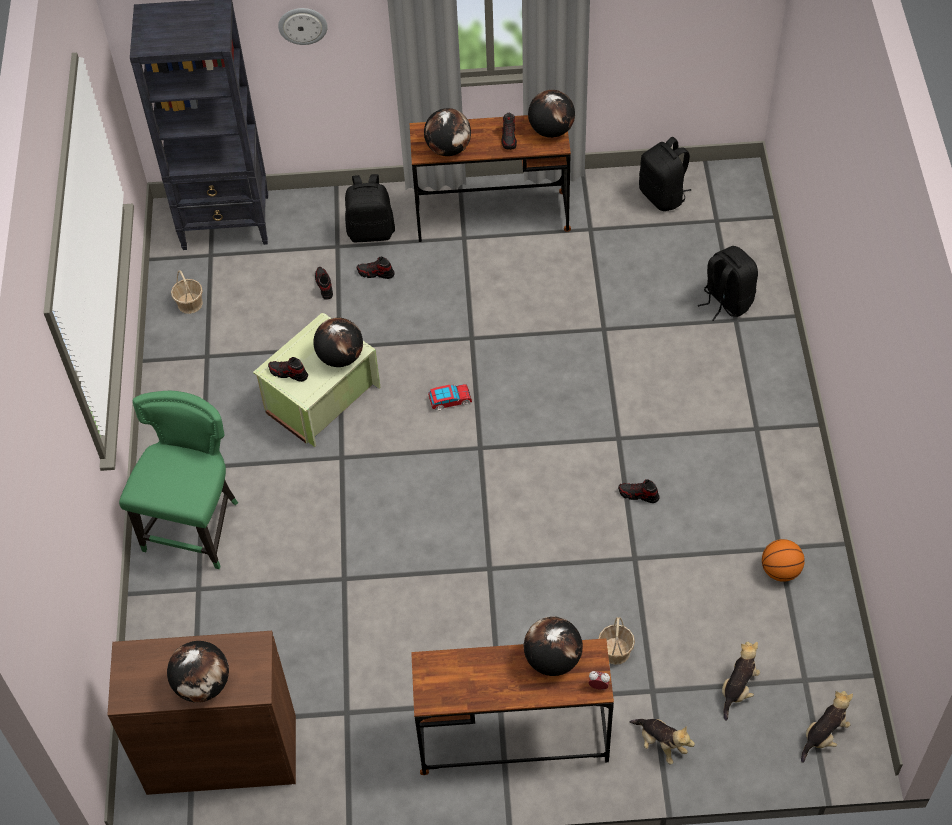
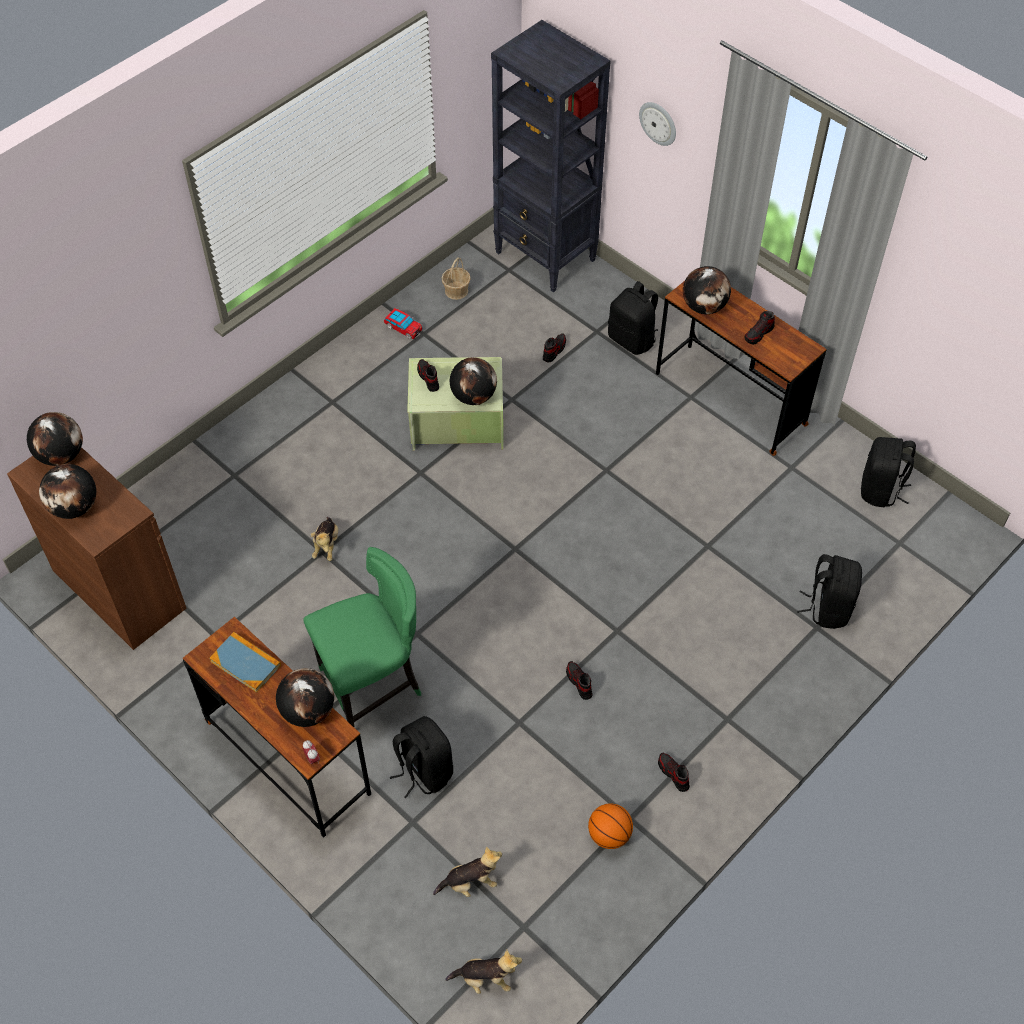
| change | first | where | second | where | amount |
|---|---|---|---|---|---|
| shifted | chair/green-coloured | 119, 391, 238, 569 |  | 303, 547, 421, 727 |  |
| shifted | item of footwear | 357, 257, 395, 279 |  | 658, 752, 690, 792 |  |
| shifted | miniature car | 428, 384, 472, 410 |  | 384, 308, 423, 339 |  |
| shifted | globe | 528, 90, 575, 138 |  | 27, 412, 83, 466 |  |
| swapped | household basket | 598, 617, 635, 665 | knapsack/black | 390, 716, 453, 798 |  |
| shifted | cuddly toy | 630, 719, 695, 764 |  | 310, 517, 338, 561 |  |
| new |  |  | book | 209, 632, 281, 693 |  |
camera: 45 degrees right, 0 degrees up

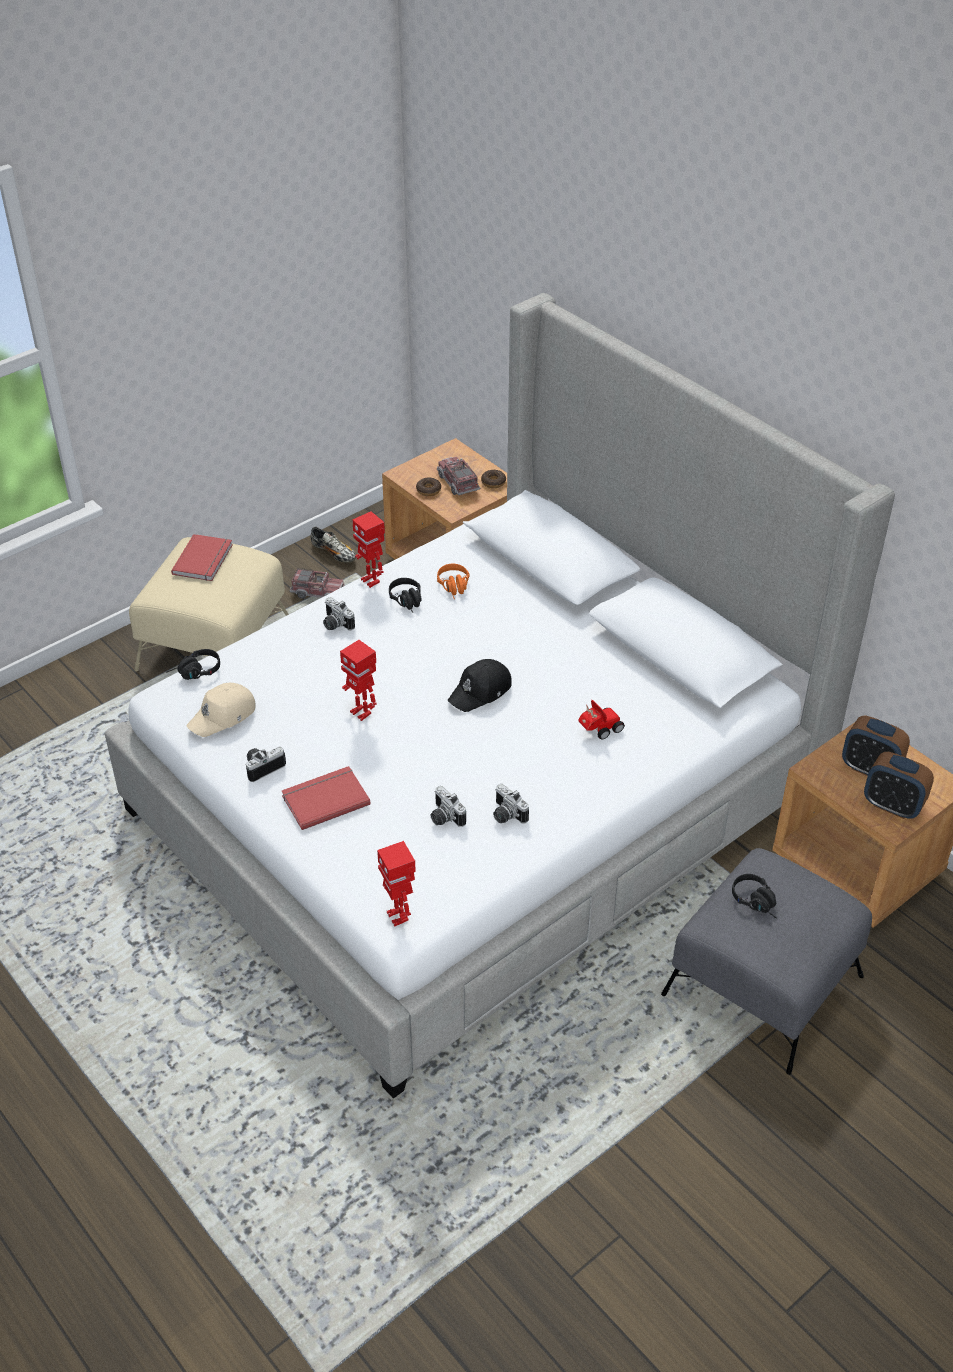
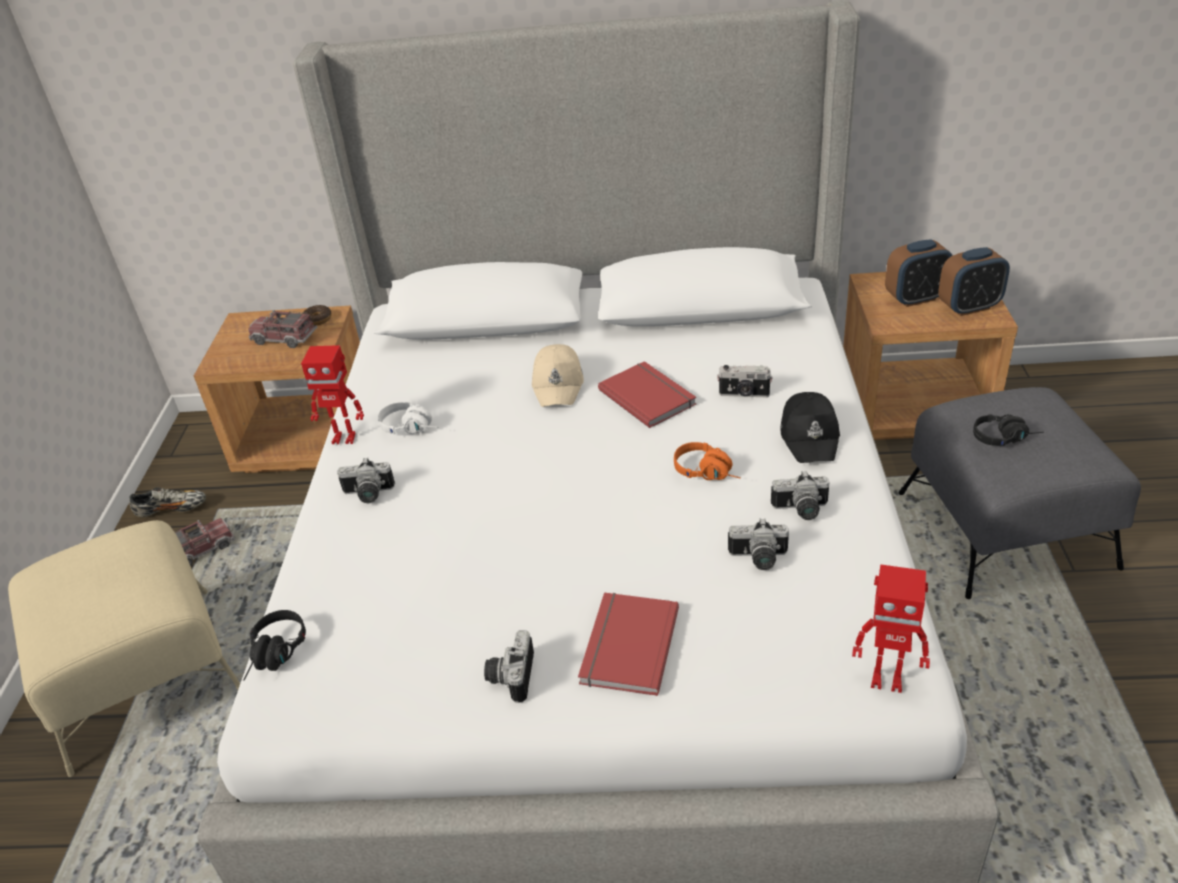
| change | first | where | second | where | amount |
|---|---|---|---|---|---|
| shifted | book/reddish | 171, 534, 233, 581 |  | 598, 361, 696, 428 |  |
| shifted | cap/beige-coloured | 187, 683, 256, 737 |  | 532, 344, 584, 407 |  |
| gone | toy robot | 340, 640, 377, 721 |  |  |  |
| repainted | headphones/black | 389, 578, 422, 613 | headphones/whitish | 378, 402, 439, 434 |  |
| gone | ring doughnut | 416, 477, 441, 496 |  |  |  |
| shifted | headphones/orange | 437, 564, 469, 599 |  | 674, 442, 741, 480 |  |
| shifted | cap/black | 448, 659, 512, 712 |  | 780, 392, 840, 463 |  |
| swapped | miniature car | 578, 700, 625, 740 | photo camera | 717, 365, 773, 397 |  |
camera: 45 degrees left, 5 degrees down

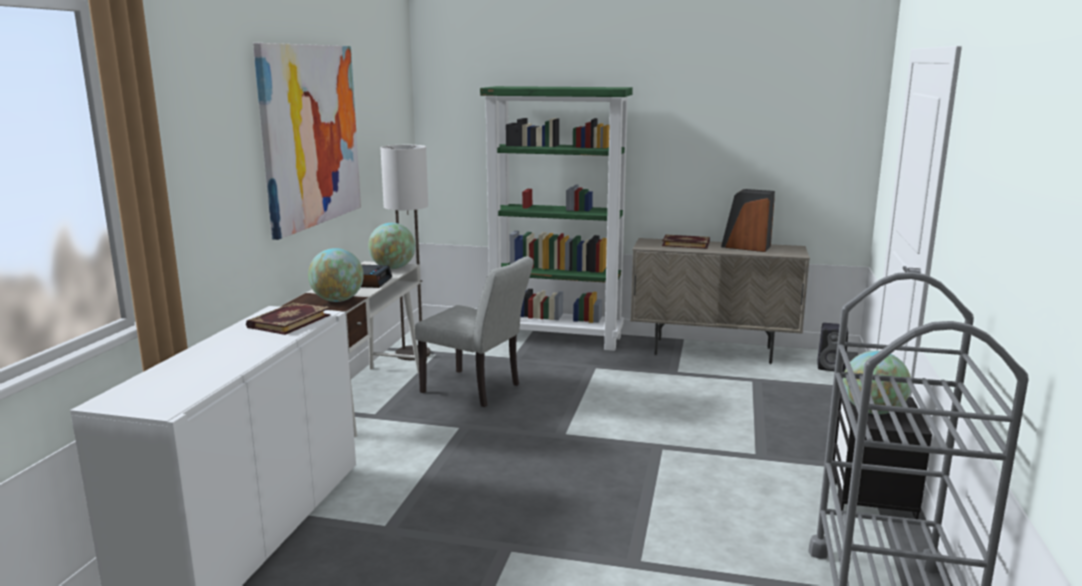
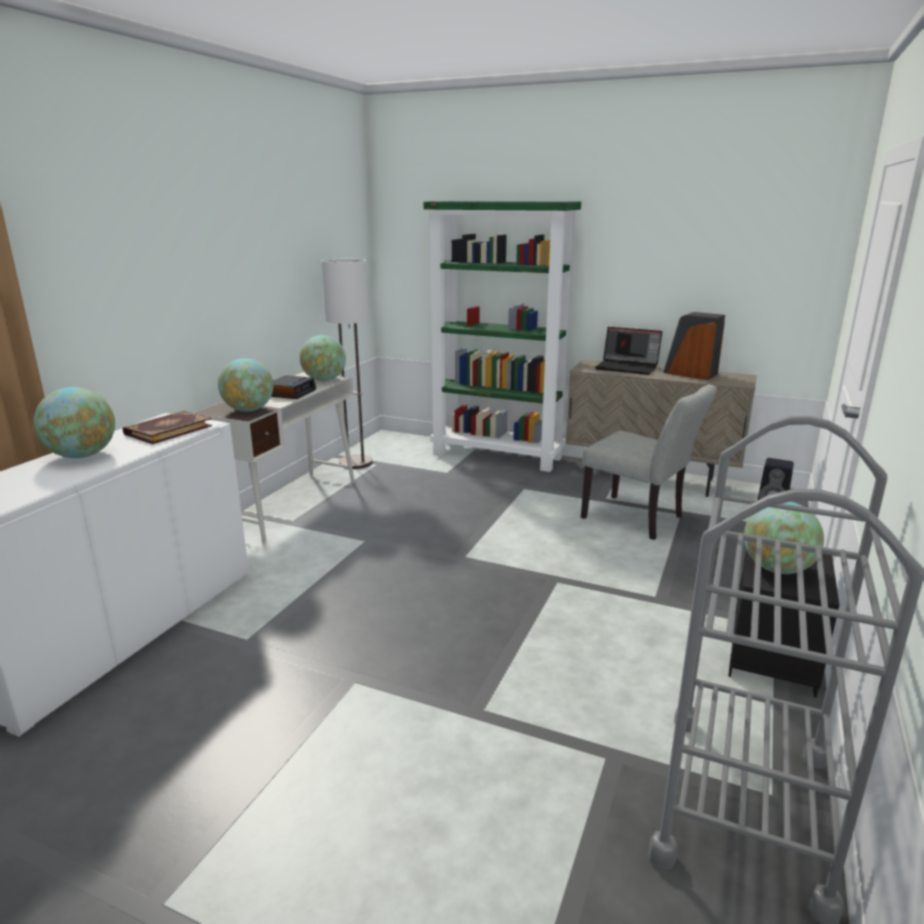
| change | first | where | second | where | amount |
|---|---|---|---|---|---|
| gone | wall art | 253, 43, 361, 240 |  |  |  |
| shifted | chair/greyish | 415, 256, 534, 407 |  | 581, 384, 717, 540 |  |
| swapped | book | 662, 235, 710, 249 | notebook computer | 595, 327, 662, 375 |  |
| new |  |  | globe | 34, 387, 115, 458 |  |
camera: 10 degrees right, 5 degrees up

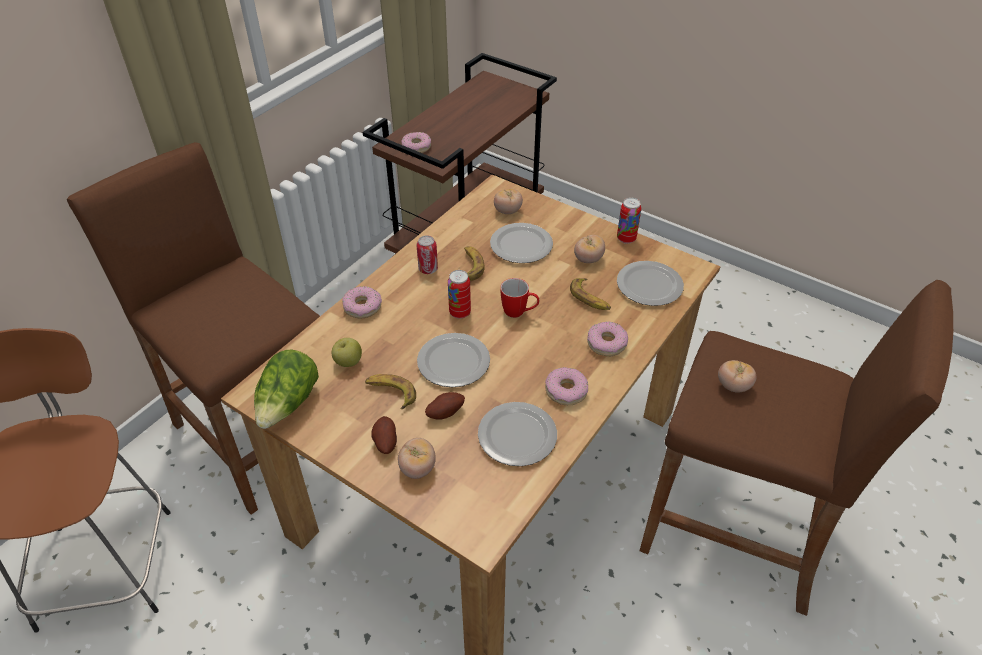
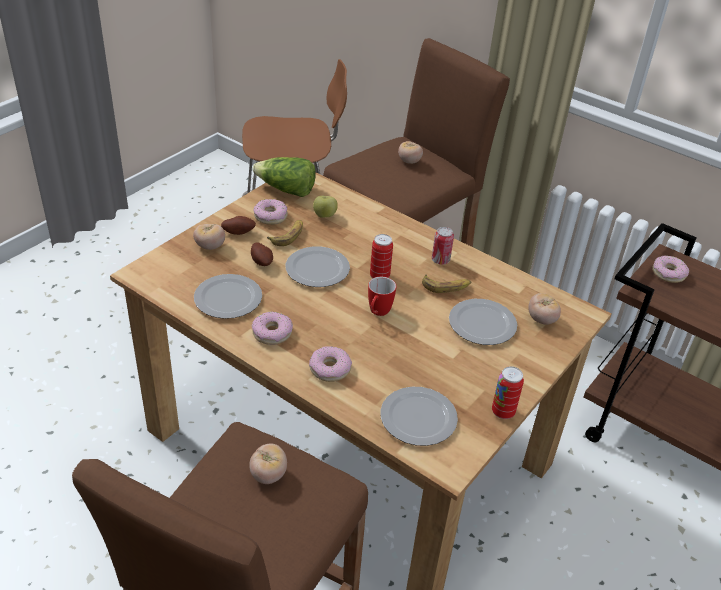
| change | first | where | second | where | amount |
|---|---|---|---|---|---|
| shifted | ring doughnut | 342, 286, 382, 318 |  | 253, 199, 288, 225 |  |
| gone | banana fruit | 570, 278, 611, 310 |  |  |  |
| shifted | whole tomato | 574, 235, 605, 263 |  | 398, 141, 423, 164 |  |
camera: 90 degrees right, 5 degrees down

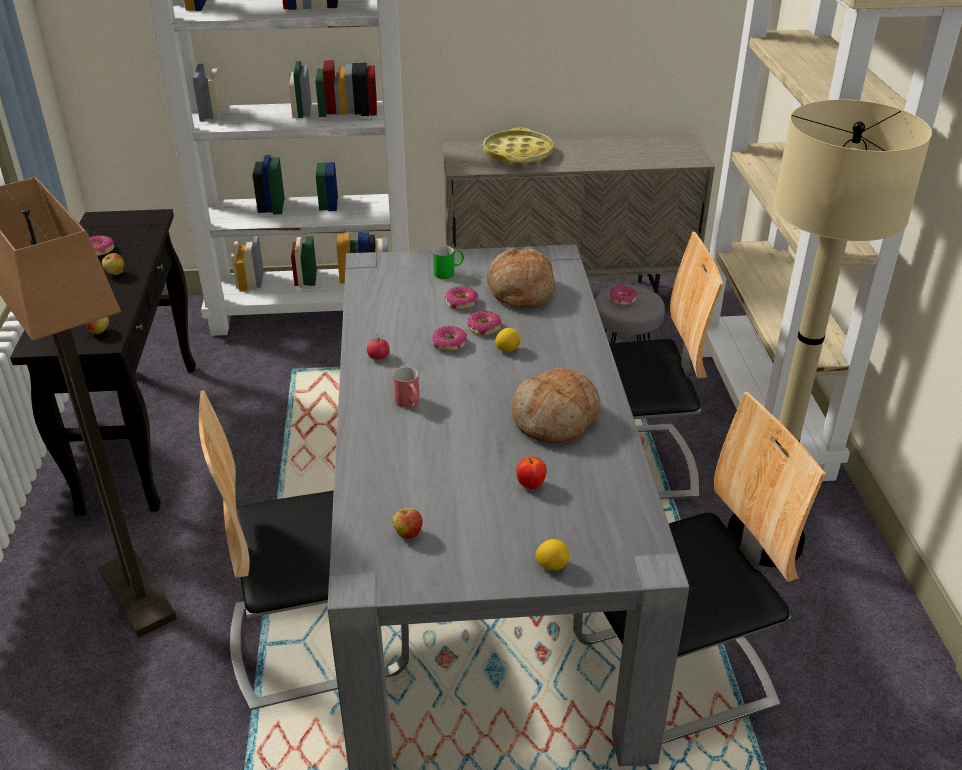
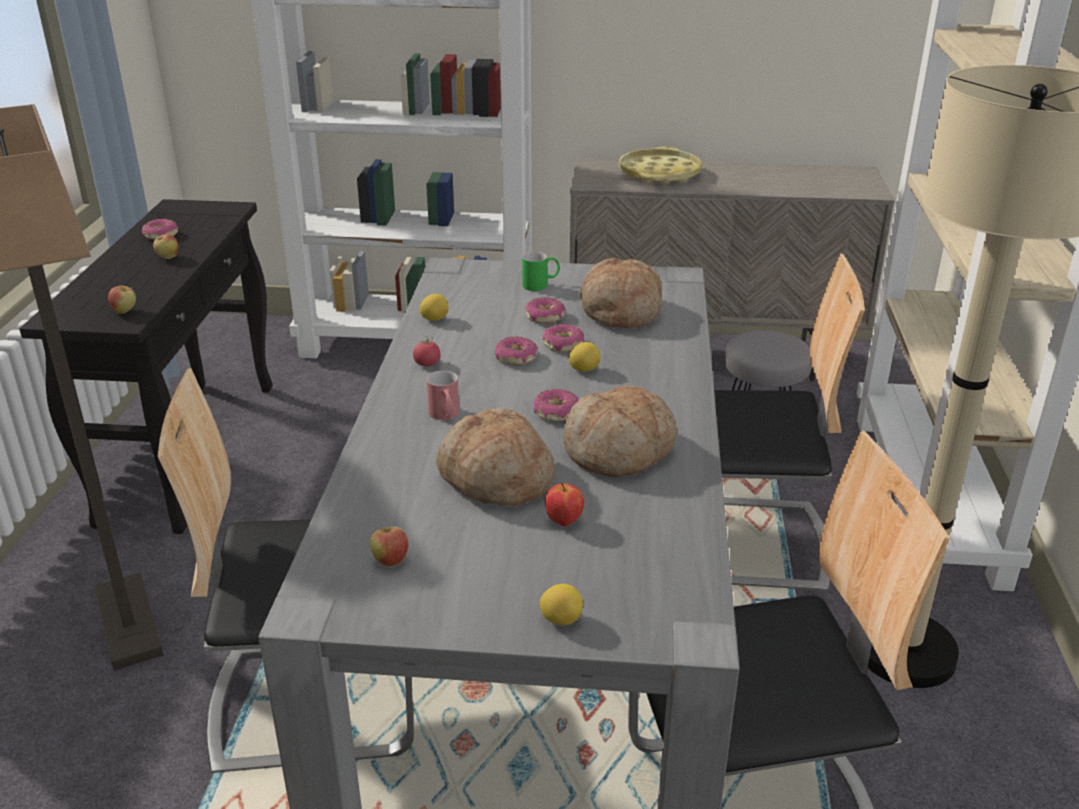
| change | first | where | second | where | amount |
|---|---|---|---|---|---|
| shifted | ring doughnut | 609, 286, 637, 305 |  | 534, 389, 578, 421 |  |
| new |  |  | citrus fruit | 419, 294, 448, 321 |  |
| new |  |  | bakery bread | 436, 408, 555, 506 |  |
camera: 10 degrees right, 5 degrees down

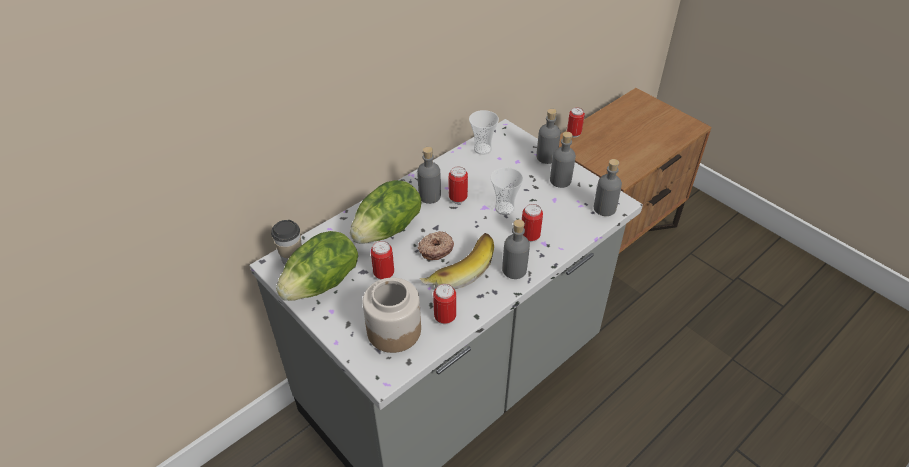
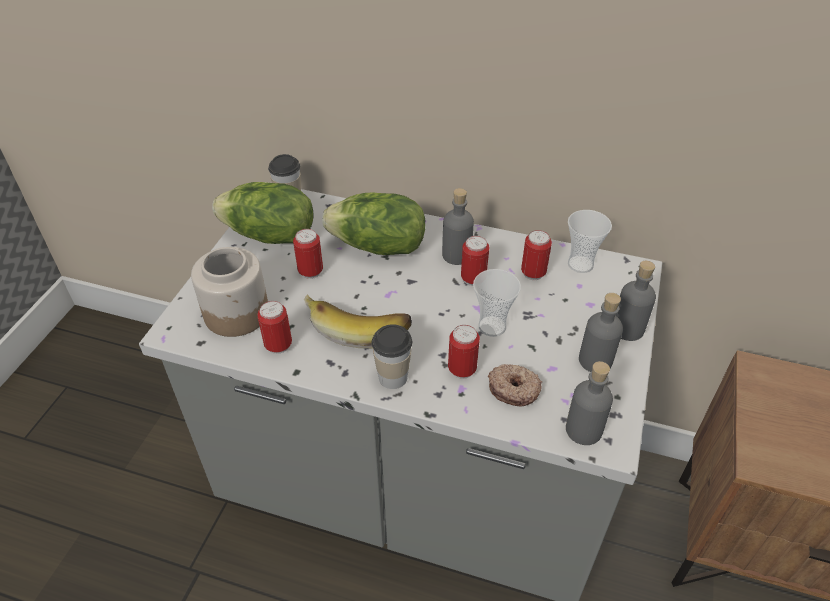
| change | first | where | second | where | amount |
|---|---|---|---|---|---|
| shifted | ring doughnut | 418, 231, 454, 260 |  | 488, 364, 542, 406 |  |
| swapped | beverage bottle/greyish | 502, 220, 530, 279 | cup | 372, 324, 412, 389 |  |
| shifted | sealed can | 567, 107, 585, 137 |  | 521, 230, 552, 280 |  |
camera: 60 degrees right, 0 degrees up

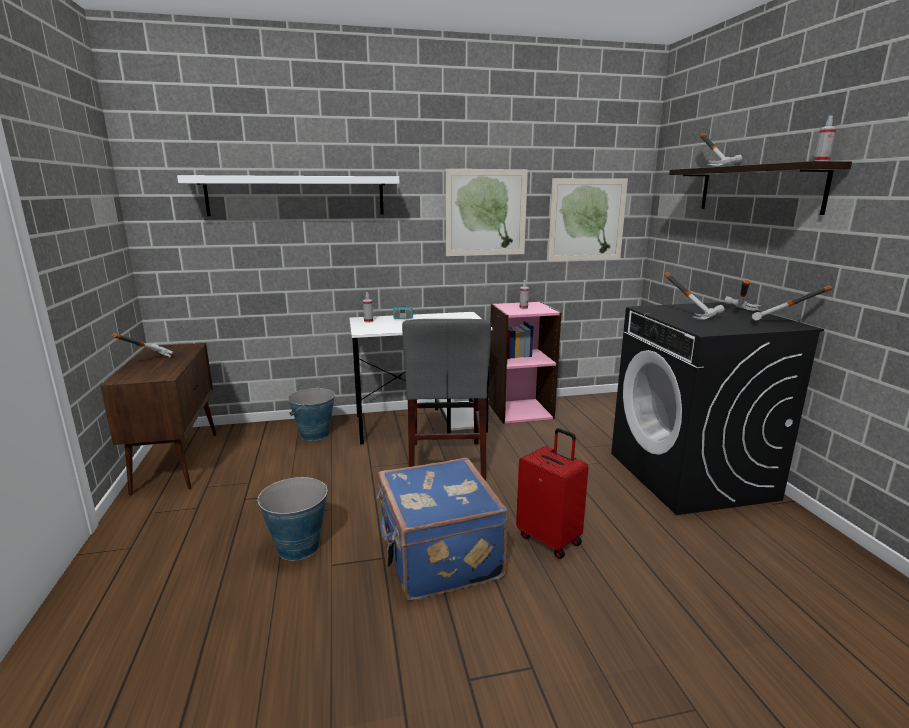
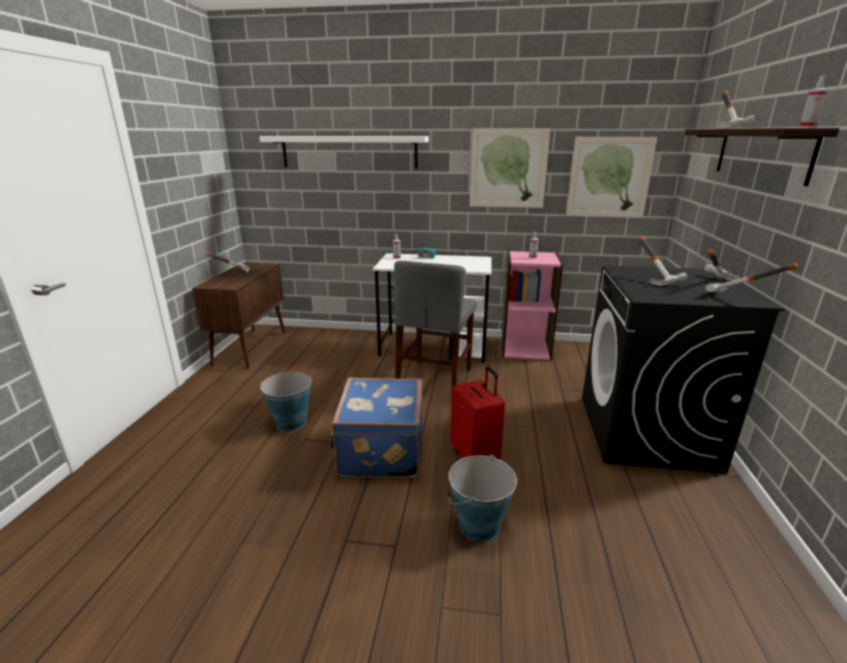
| change | first | where | second | where | amount |
|---|---|---|---|---|---|
| shifted | pail | 288, 386, 335, 441 |  | 448, 455, 517, 541 |  |
camera: 20 degrees right, 5 degrees up

